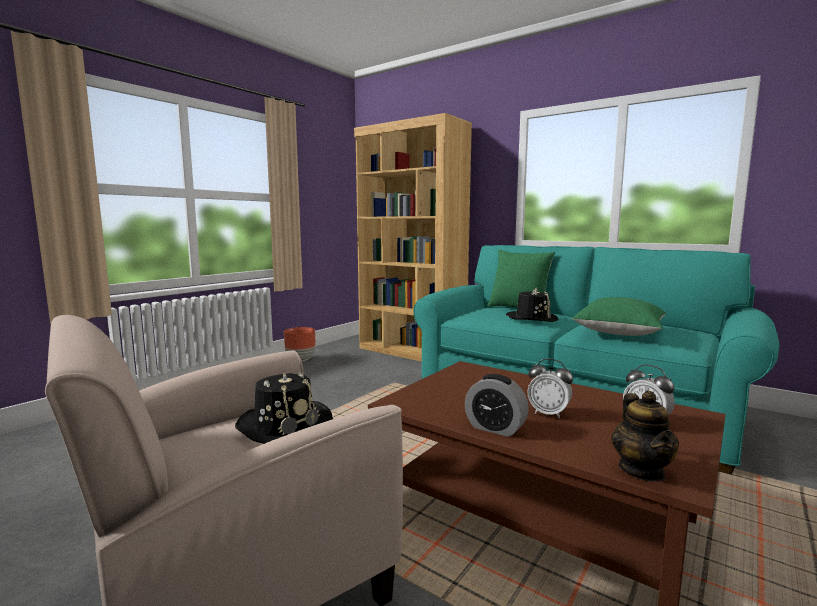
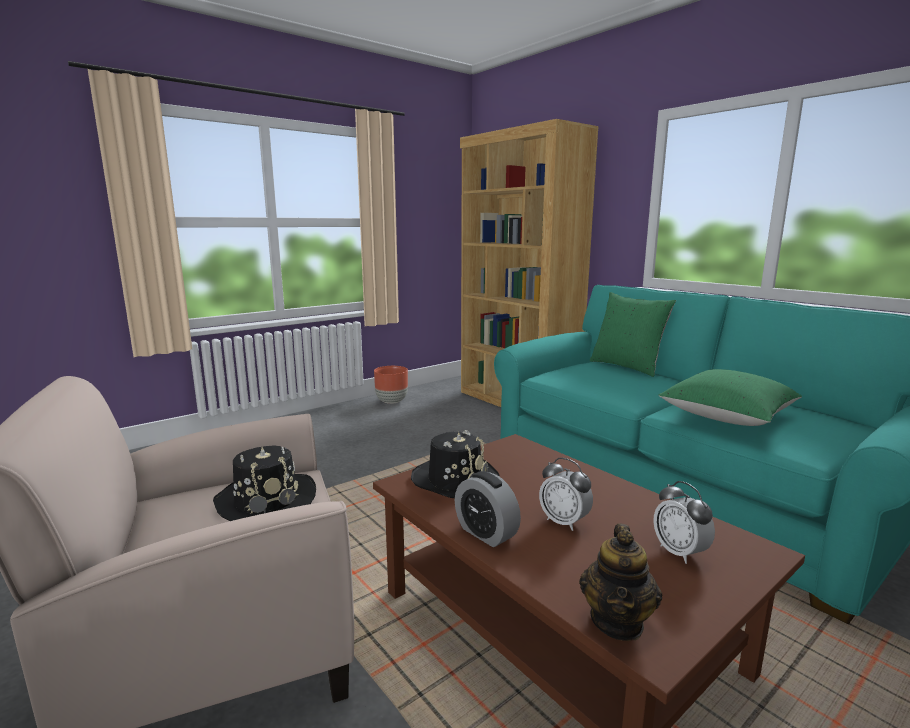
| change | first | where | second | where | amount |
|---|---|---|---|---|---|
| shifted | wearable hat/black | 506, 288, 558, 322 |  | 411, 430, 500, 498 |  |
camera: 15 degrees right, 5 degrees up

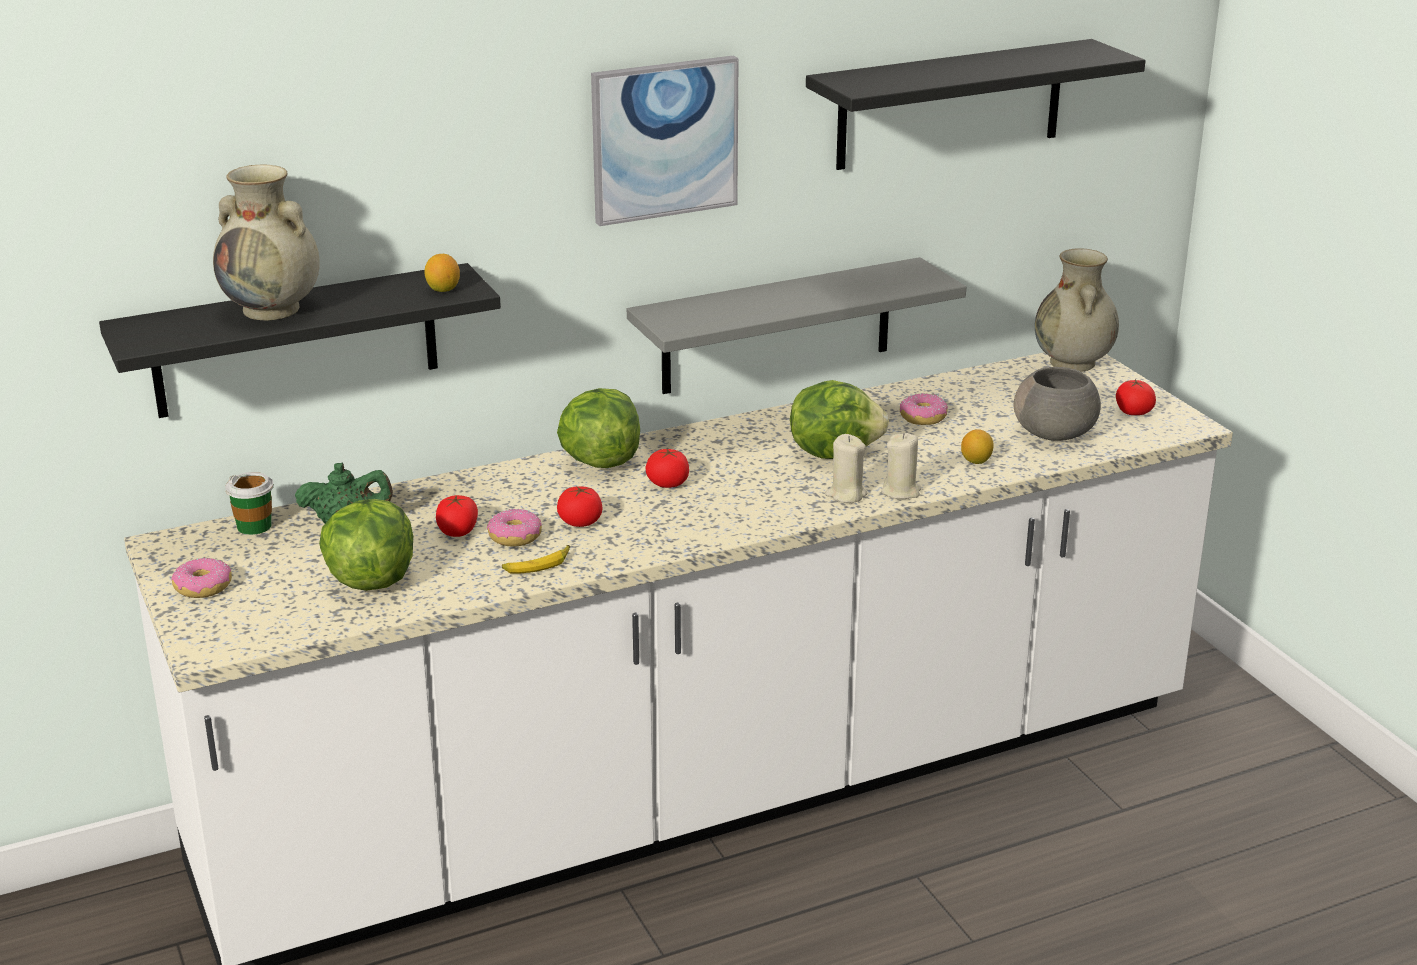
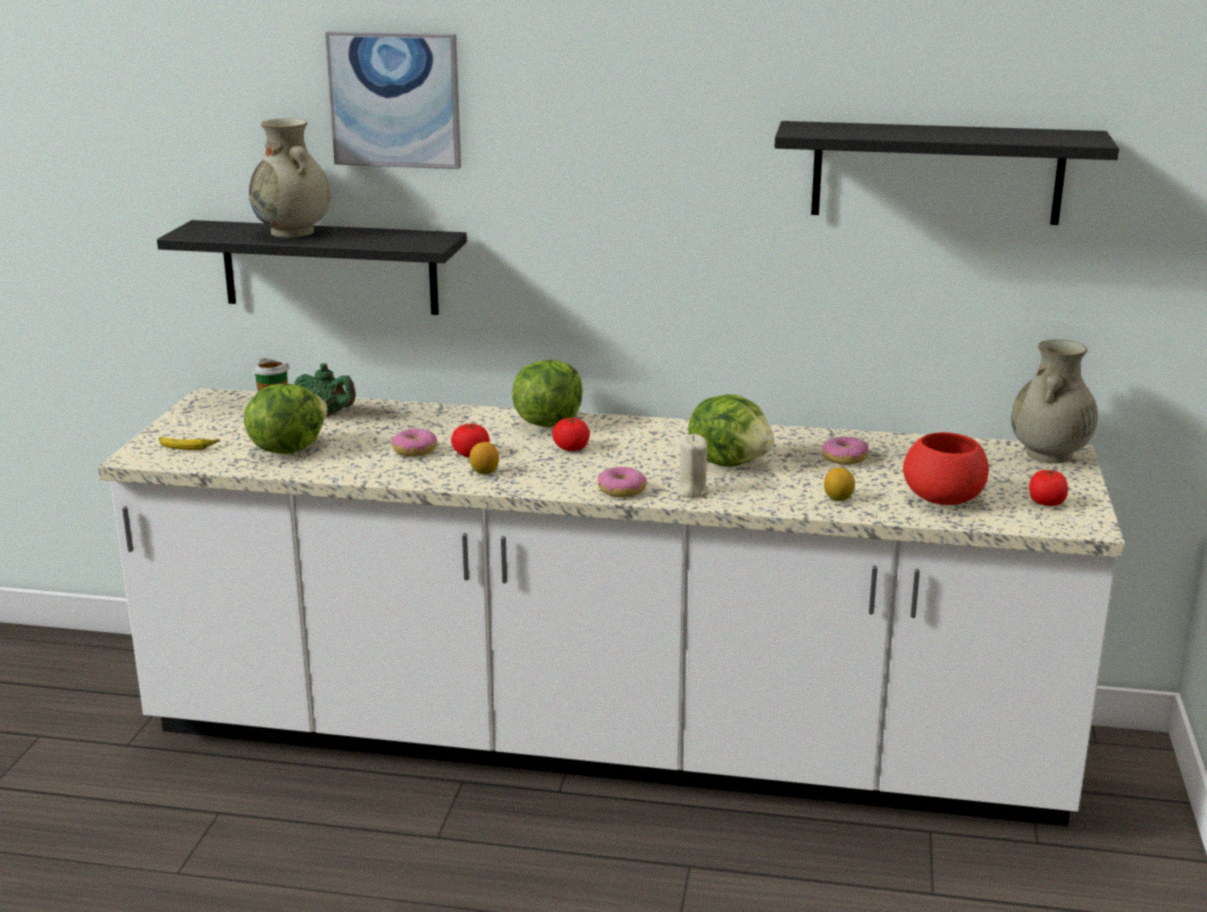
| change | first | where | second | where | amount |
|---|---|---|---|---|---|
| shifted | ring doughnut | 171, 558, 232, 598 |  | 597, 466, 647, 497 |  |
| shifted | citrus fruit | 424, 254, 460, 292 |  | 470, 442, 499, 474 |  |
| gone | whole tomato | 436, 495, 478, 537 |  |  |  |
| shifted | banana fruit | 502, 545, 570, 574 |  | 159, 437, 220, 450 |  |
| shifted | wall art | 591, 55, 739, 226 |  | 325, 31, 461, 169 |  |
| gone | shelf/greyish | 627, 257, 966, 394 |  |  |  |
| gone | wax light/beige-coloured | 881, 433, 921, 499 |  |  |  |
| repainted | deep dish/greyish | 1013, 367, 1101, 441 | deep dish/reddish | 903, 432, 989, 505 |  |
camera: 35 degrees right, 5 degrees down

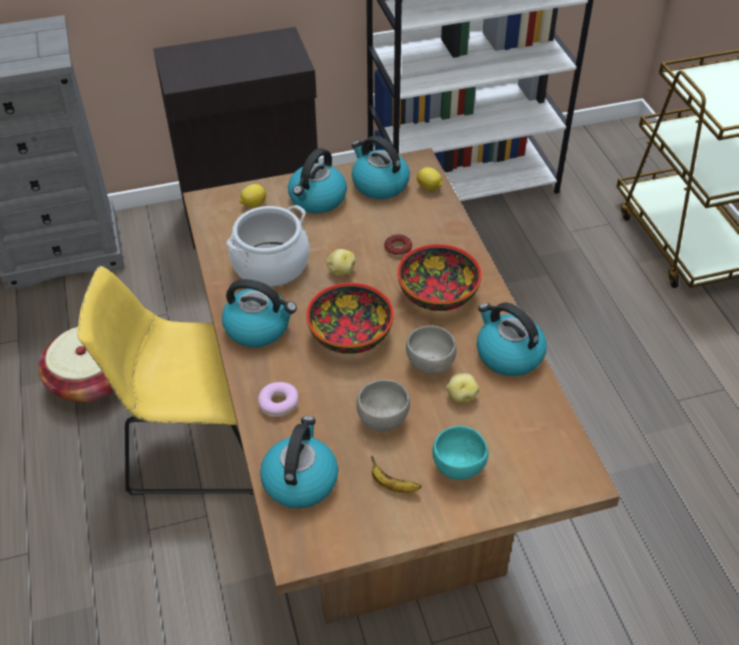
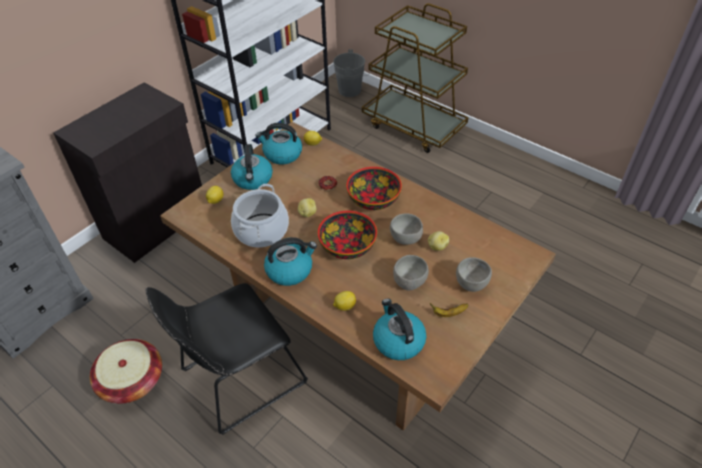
| change | first | where | second | where | amount |
|---|---|---|---|---|---|
| repainted | chair/yellowish | 77, 266, 253, 495 | chair/black | 145, 283, 308, 435 |  |
| swapped | ring doughnut | 258, 382, 298, 417 | citrus fruit | 333, 291, 356, 311 |  |
| repainted | deep dish/blue-green | 432, 426, 489, 480 | deep dish/greyish | 456, 257, 492, 292 |  |
| gone | water kettle | 477, 303, 547, 376 |  |  |  |
| new |  |  | pail/greyish | 333, 49, 370, 97 |  |
camera: 35 degrees left, 0 degrees up

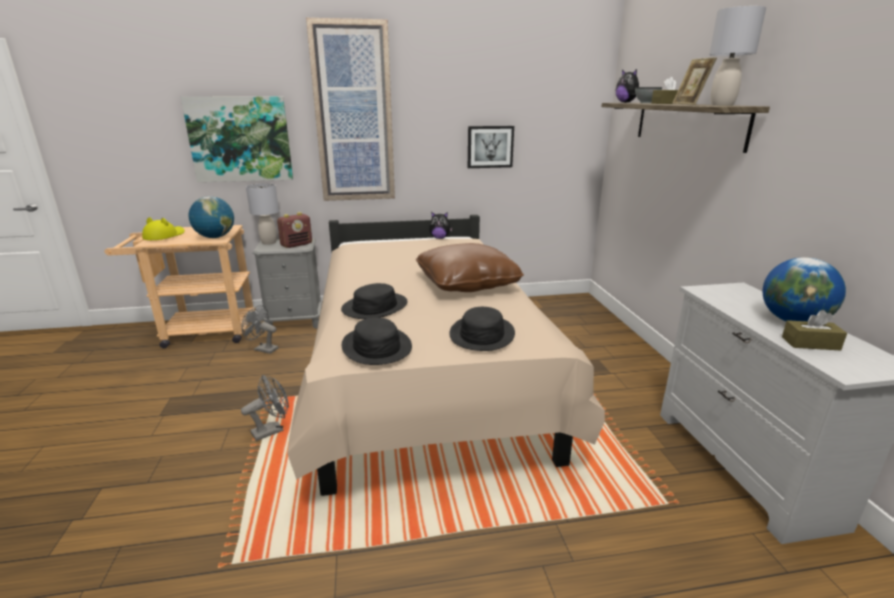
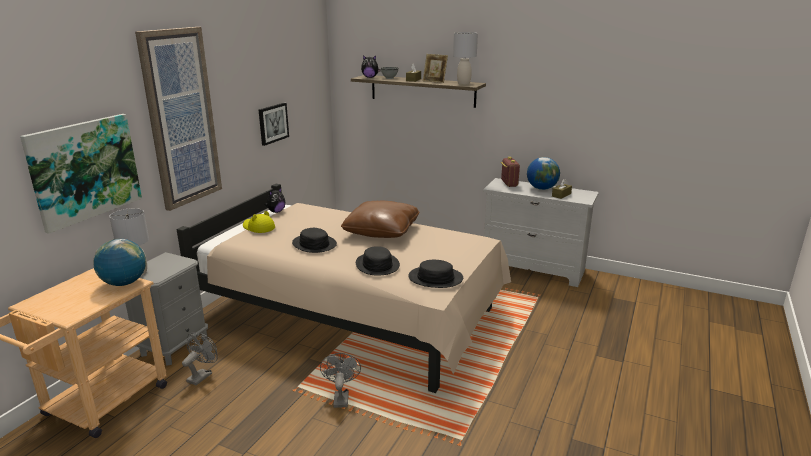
| change | first | where | second | where | amount |
|---|---|---|---|---|---|
| shifted | wearable hat/yellowish | 142, 217, 185, 240 |  | 243, 211, 275, 233 |  |
| rotated | electric fan/greyish | 242, 305, 279, 354 |  | 182, 333, 218, 385 | 150 degrees clockwise |
| shifted | radio | 277, 212, 312, 248 |  | 501, 157, 520, 187 |  |
| shifted | wearable hat/black | 449, 307, 515, 351 |  | 292, 228, 337, 253 |  |
camera: 55 degrees left, 0 degrees up

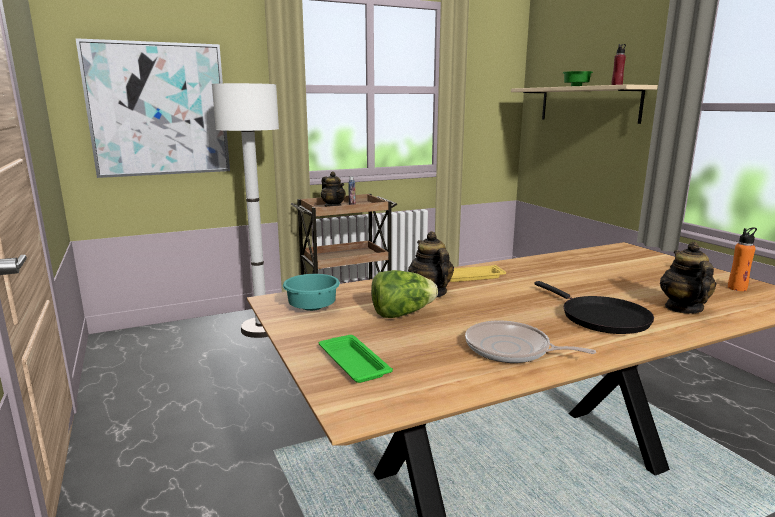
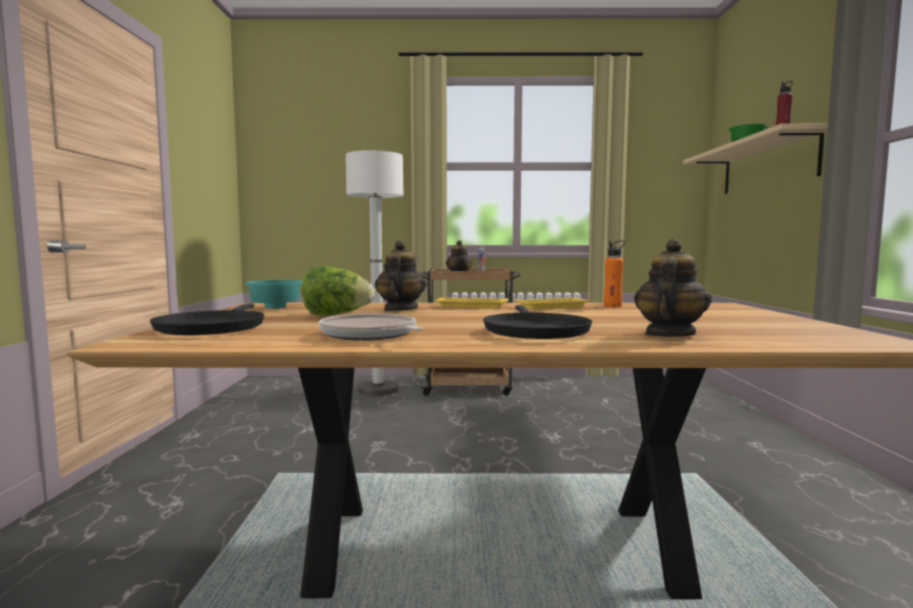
| change | first | where | second | where | amount |
|---|---|---|---|---|---|
| gone | wall art | 75, 38, 230, 178 |  |  |  |
| swapped | carrying tray/green-coloured | 319, 335, 393, 383 | pan/black | 150, 303, 264, 335 |  |
| shifted | beverage bottle/orange | 728, 227, 757, 291 |  | 604, 240, 625, 307 |  |
| new |  |  | carrying tray/yellowish | 514, 298, 590, 310 |  |
camera: 25 degrees right, 10 degrees down

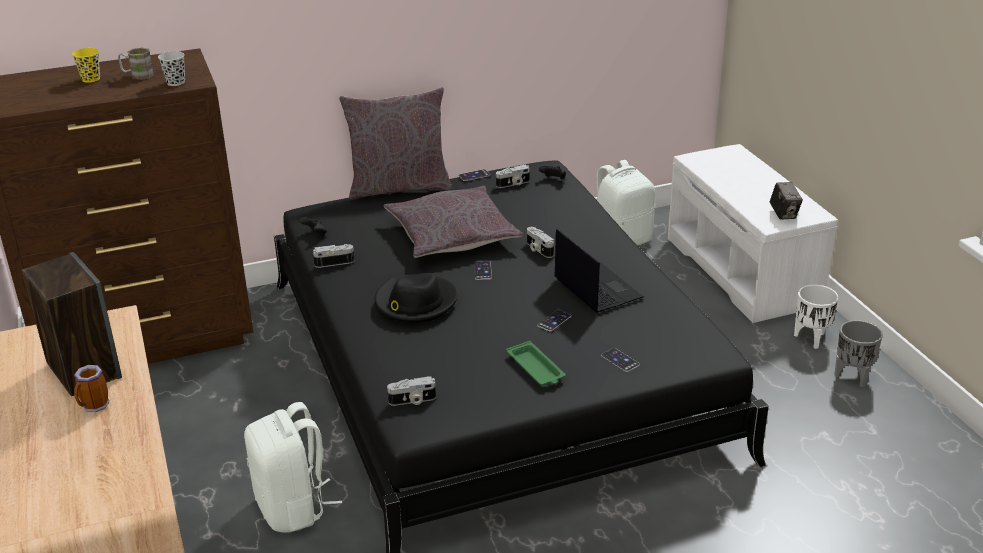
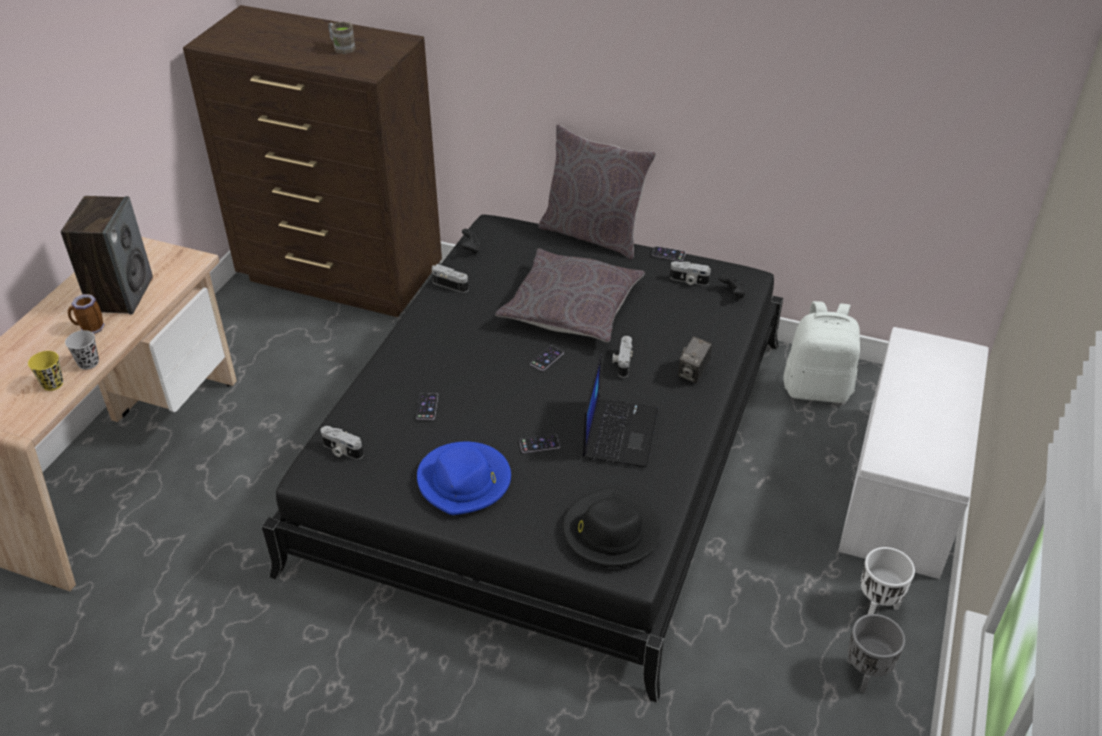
| change | first | where | second | where | amount |
|---|---|---|---|---|---|
| shifted | cup/yellowish | 72, 48, 100, 83 |  | 28, 351, 63, 391 |  |
| shifted | cup/black | 158, 51, 185, 86 |  | 65, 330, 99, 370 |  |
| gone | knapsack/whitish | 244, 402, 342, 533 |  |  |  |
| shifted | wearable hat/black | 374, 273, 457, 323 |  | 563, 487, 662, 567 |  |
| swapped | carrying tray/green-coloured | 506, 341, 566, 385 | wearable hat/blue-coloured | 417, 442, 511, 515 |  |
| shifted | phone | 601, 348, 640, 372 |  | 416, 393, 438, 420 |  |
| shifted | photo camera | 769, 182, 803, 220 |  | 678, 336, 712, 383 |  |
camera: 40 degrees right, 10 degrees up

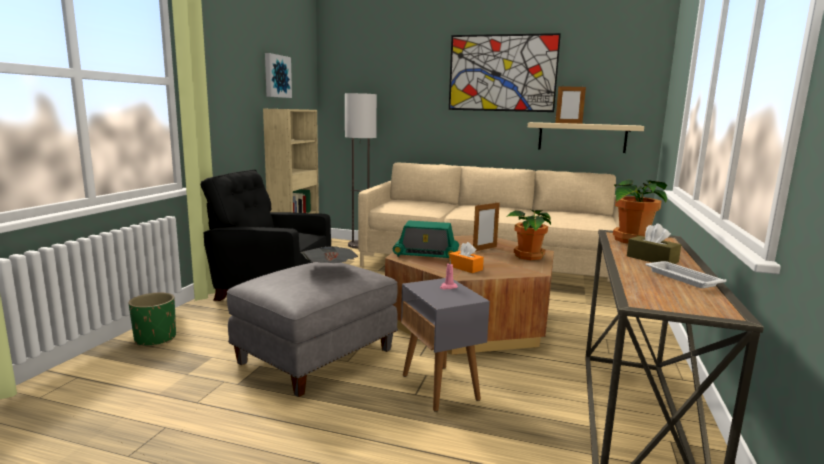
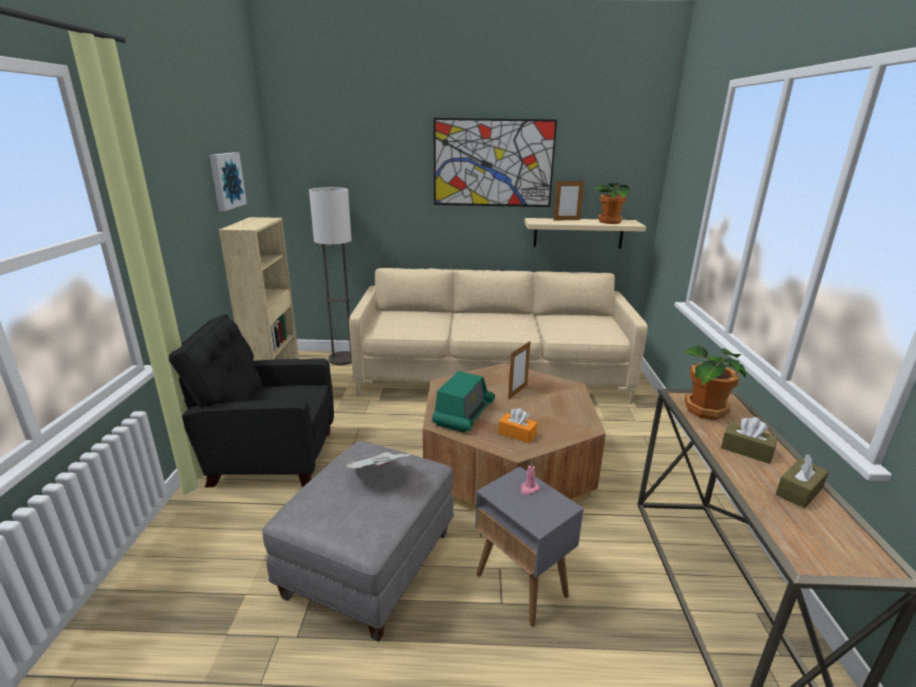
| change | first | where | second | where | amount |
|---|---|---|---|---|---|
| gone | plant pot/green-coloured | 128, 293, 176, 347 |  |  |  |
| rotated | radio | 393, 221, 459, 258 |  | 432, 371, 495, 433 | 60 degrees counterclockwise |
| shifted | houseplant | 507, 210, 551, 260 |  | 594, 183, 630, 224 |  |
| swapped | carrying tray/whitish | 645, 261, 726, 288 | tissue holder/brown-coloured | 776, 454, 829, 508 |  |
camera: 15 degrees left, 10 degrees up

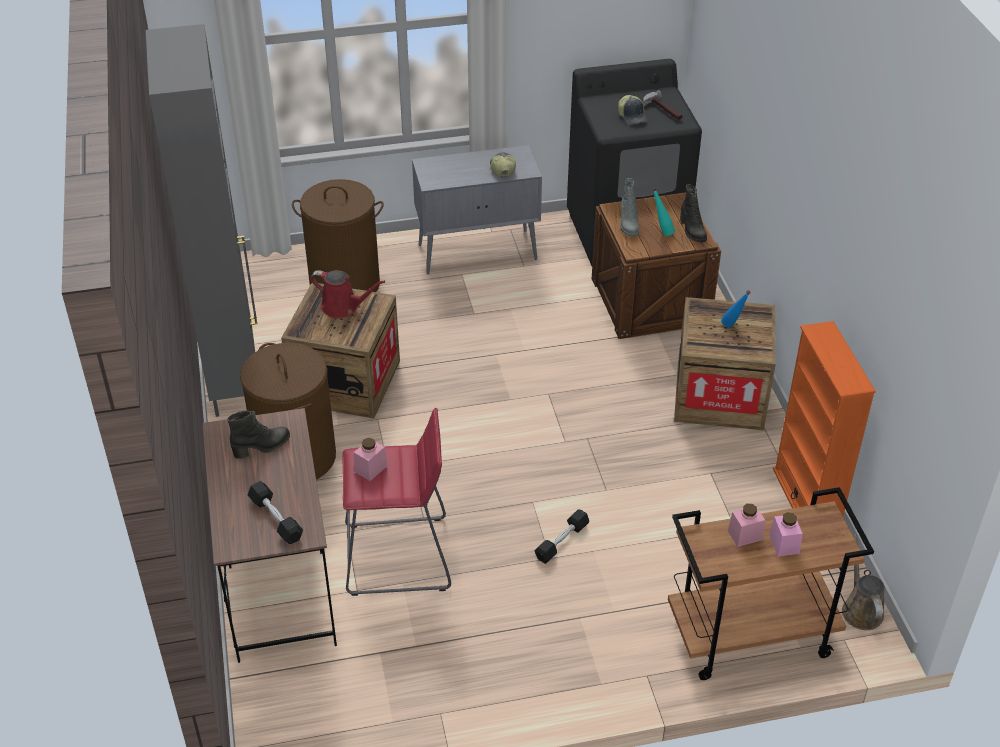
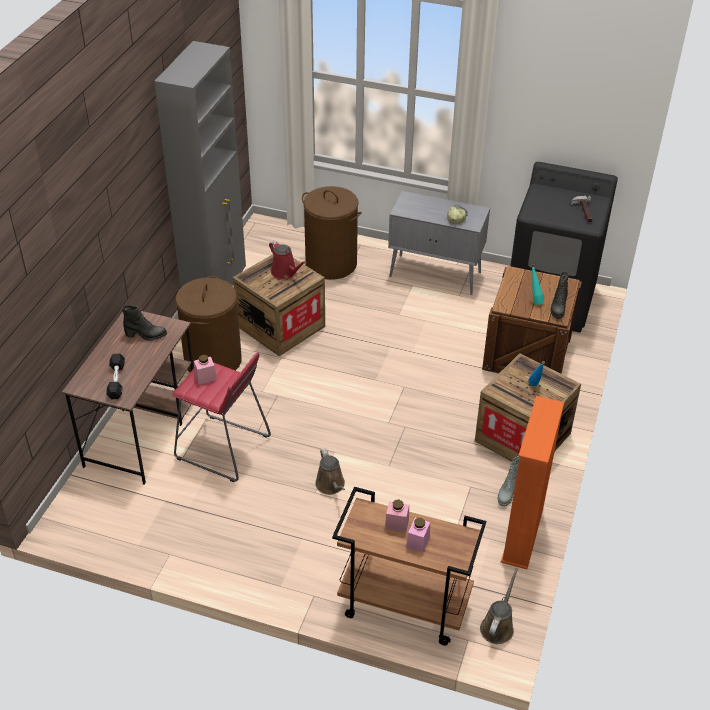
| change | first | where | second | where | amount |
|---|---|---|---|---|---|
| swapped | hand weight/black | 534, 509, 589, 564 | watering can/brown-coloured | 315, 449, 345, 495 |  |
| gone | cap | 618, 95, 648, 125 |  |  |  |
| shifted | tall boot/greyish | 620, 178, 639, 237 |  | 498, 456, 520, 506 |  |
camera: 30 degrees right, 0 degrees up

